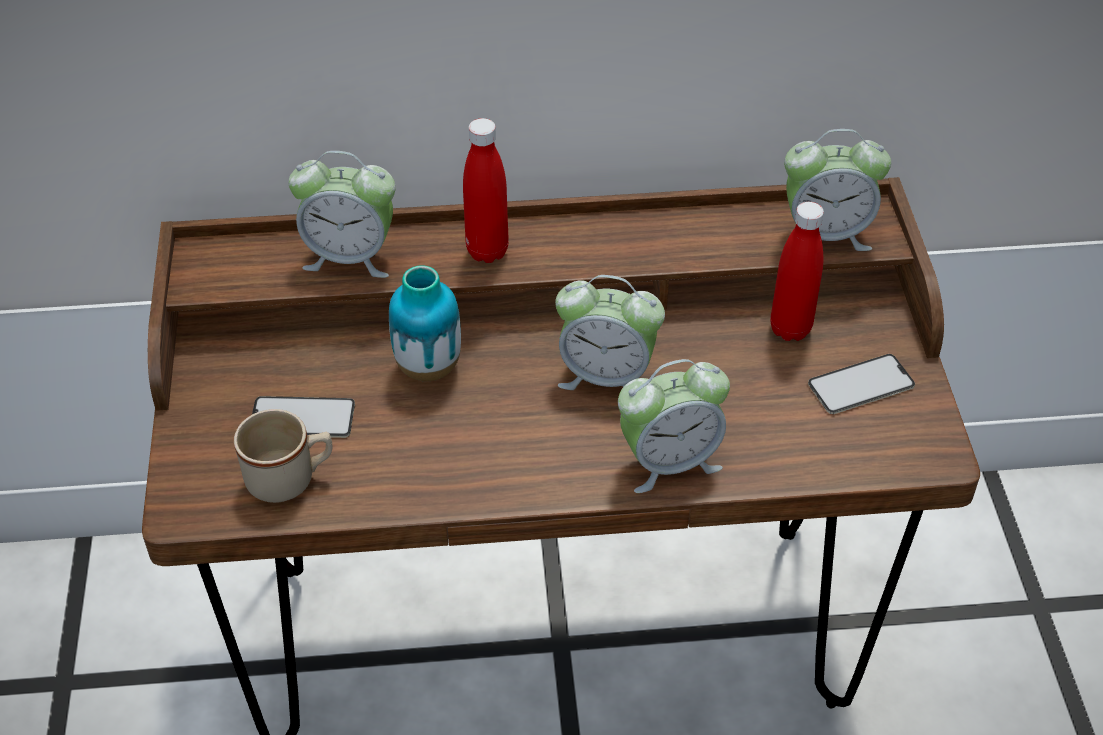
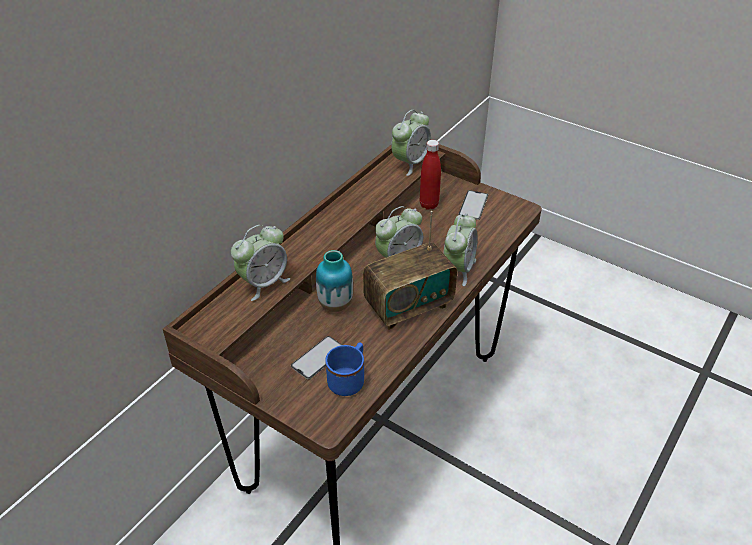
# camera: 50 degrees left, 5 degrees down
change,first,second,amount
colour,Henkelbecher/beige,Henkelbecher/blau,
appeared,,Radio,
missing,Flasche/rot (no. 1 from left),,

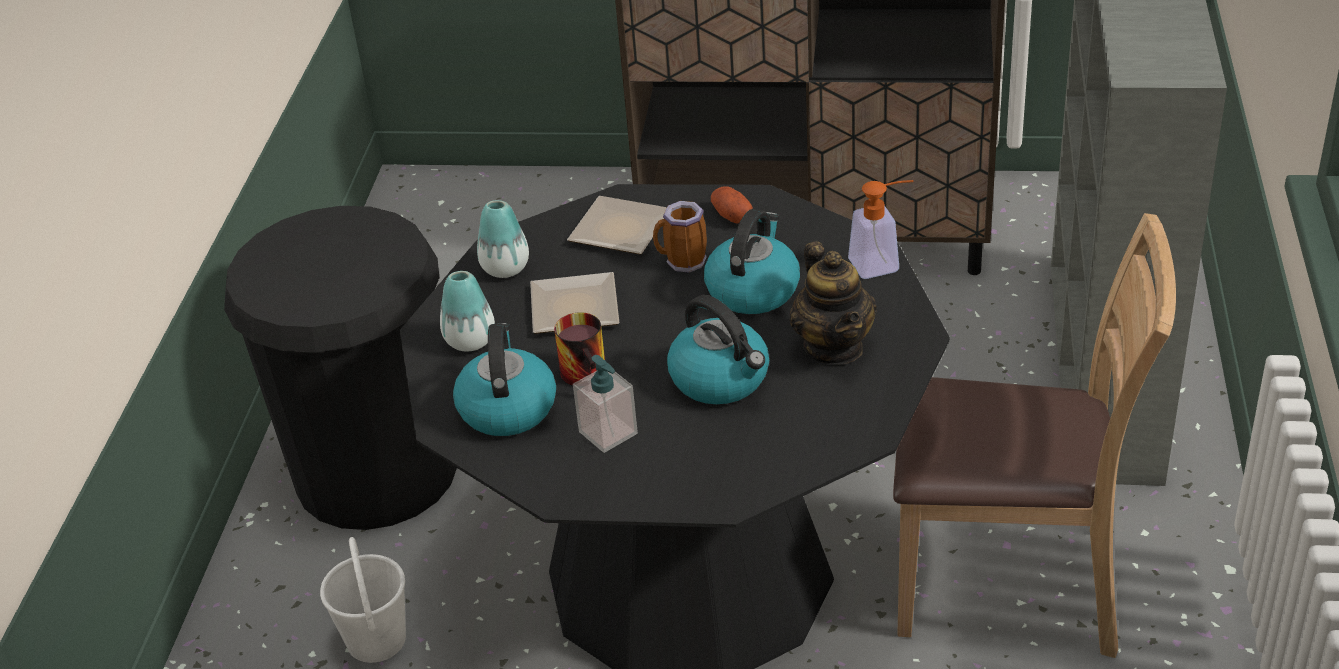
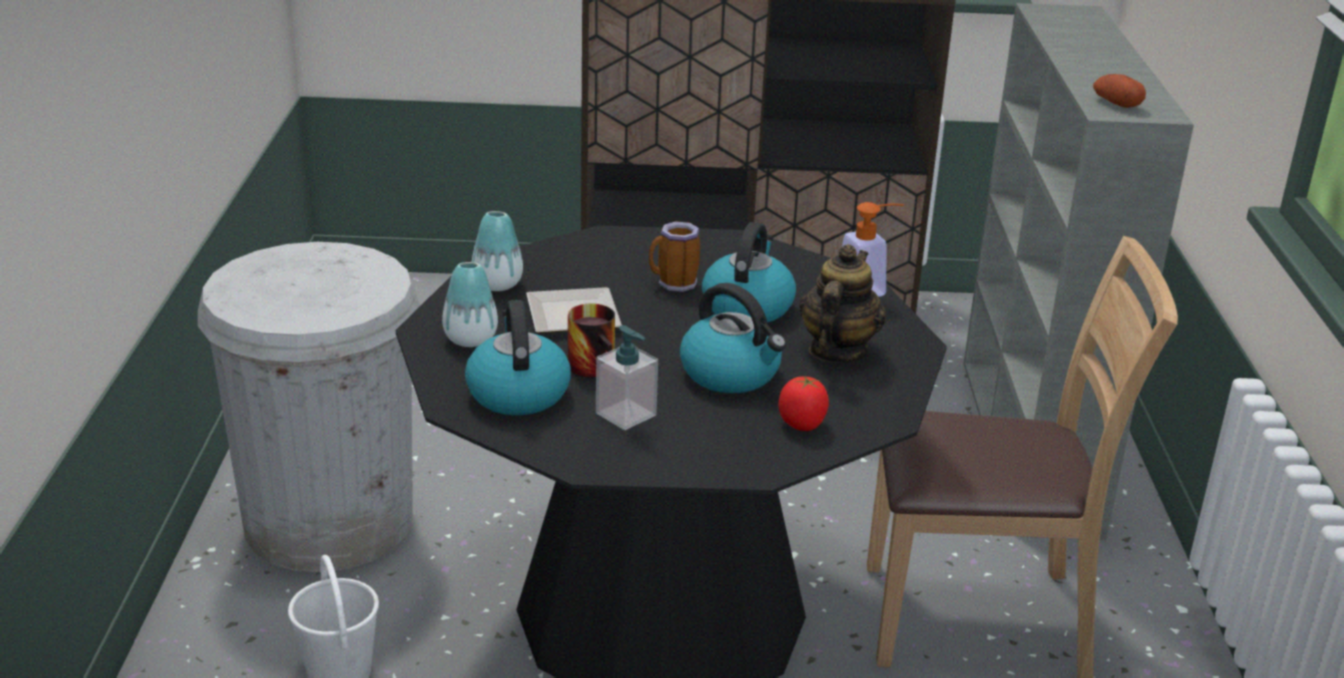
# camera: 10 degrees left, 10 degrees down
change,first,second,amount
colour,Mülleimer/schwarz,Mülleimer/weiß,
appeared,,Tomate,
spun,Teekanne,,135 degrees counterclockwise
relocated,Kartoffel,,
missing,Teller (no. 2 from left),,

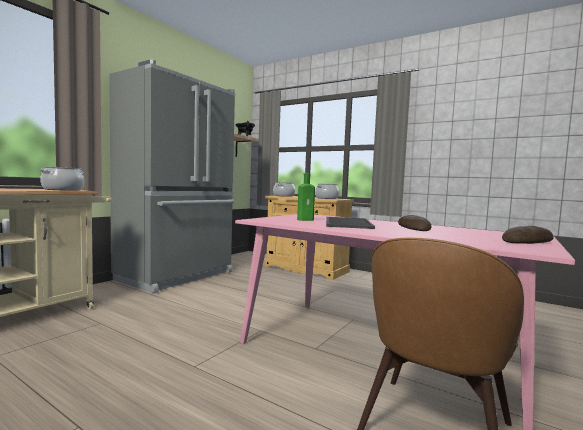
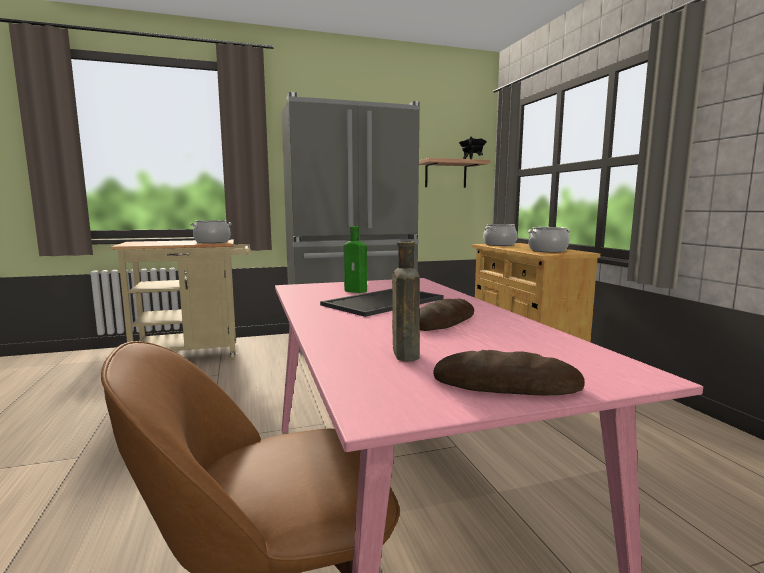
# camera: 40 degrees right, 5 degrees up
change,first,second,amount
appeared,,Flasche/braun,

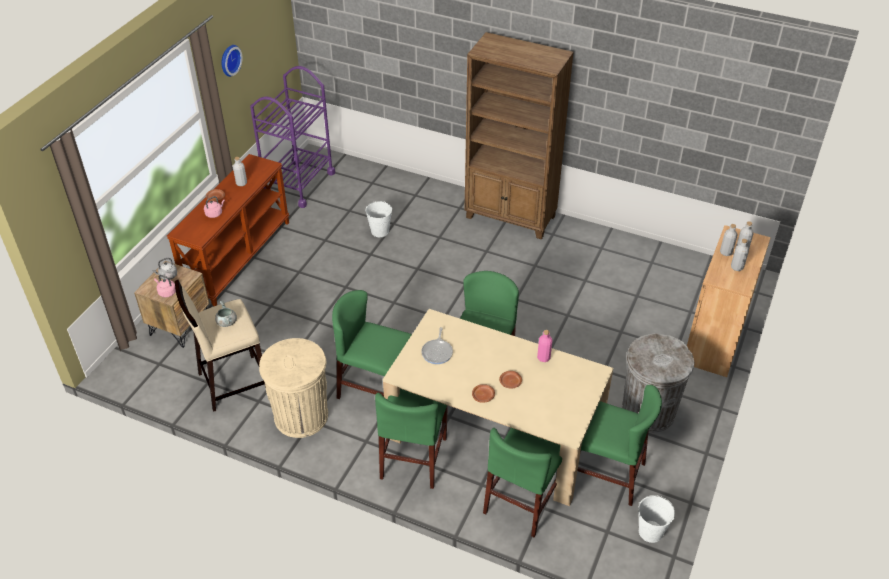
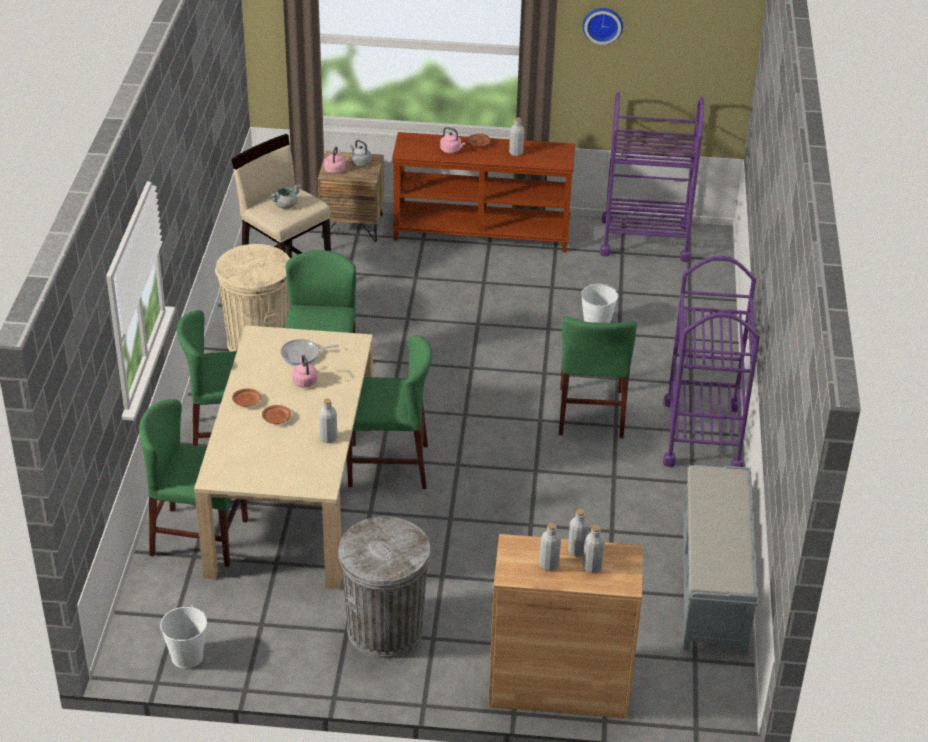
# camera: 70 degrees right, 5 degrees down
change,first,second,amount
appeared,,Wasserkessel/rosa (no. 1 from left),
colour,Flasche/rosa,Flasche/grau (no. 1 from left),
relocated,Stuhl/grün (no. 5 from left),,
exchanged,Bücherregal/braun,Rollwagen/lila (no. 2 from left),
appeared,,Bank/grau,

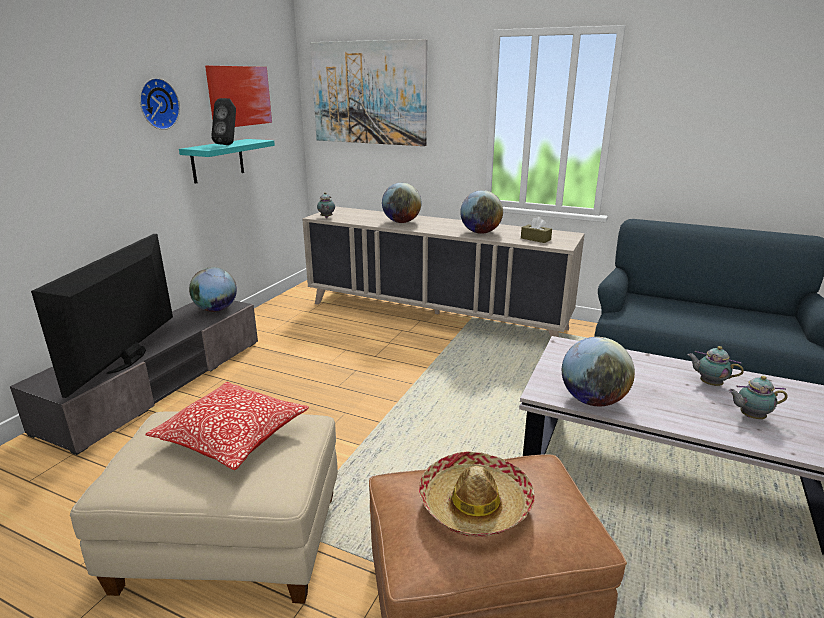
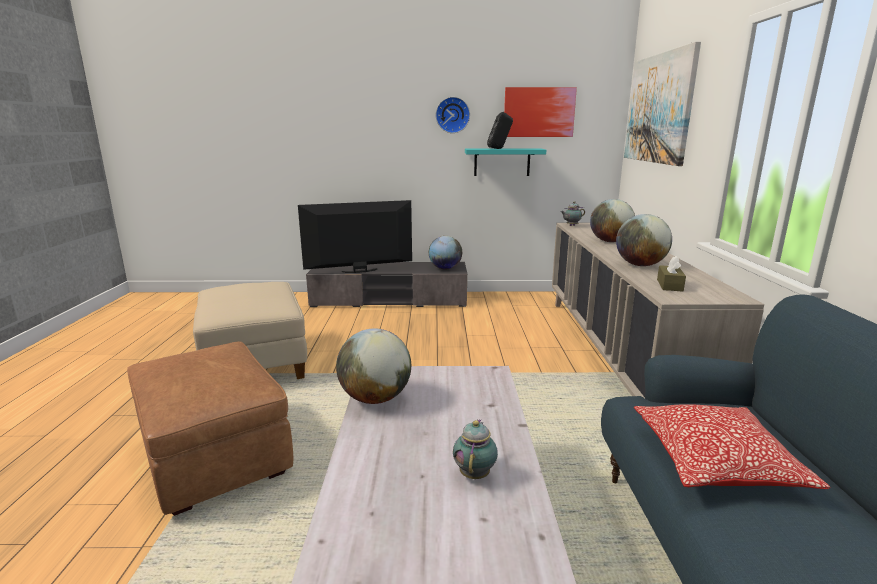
# camera: 65 degrees right, 5 degrees down
change,first,second,amount
relocated,Kissen,,
missing,Hut,,
missing,Teekanne (no. 3 from left),,

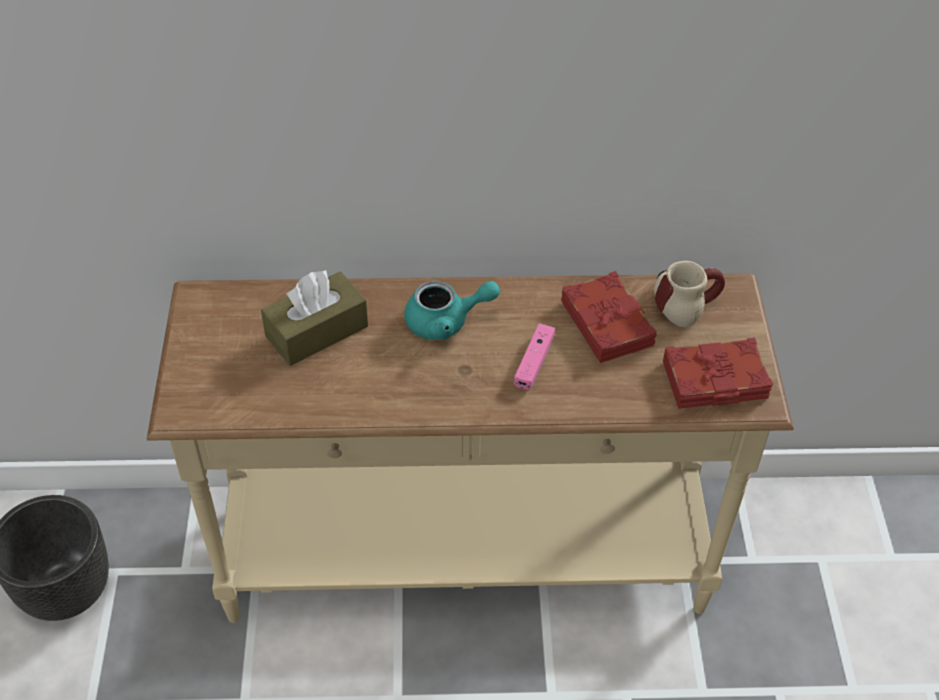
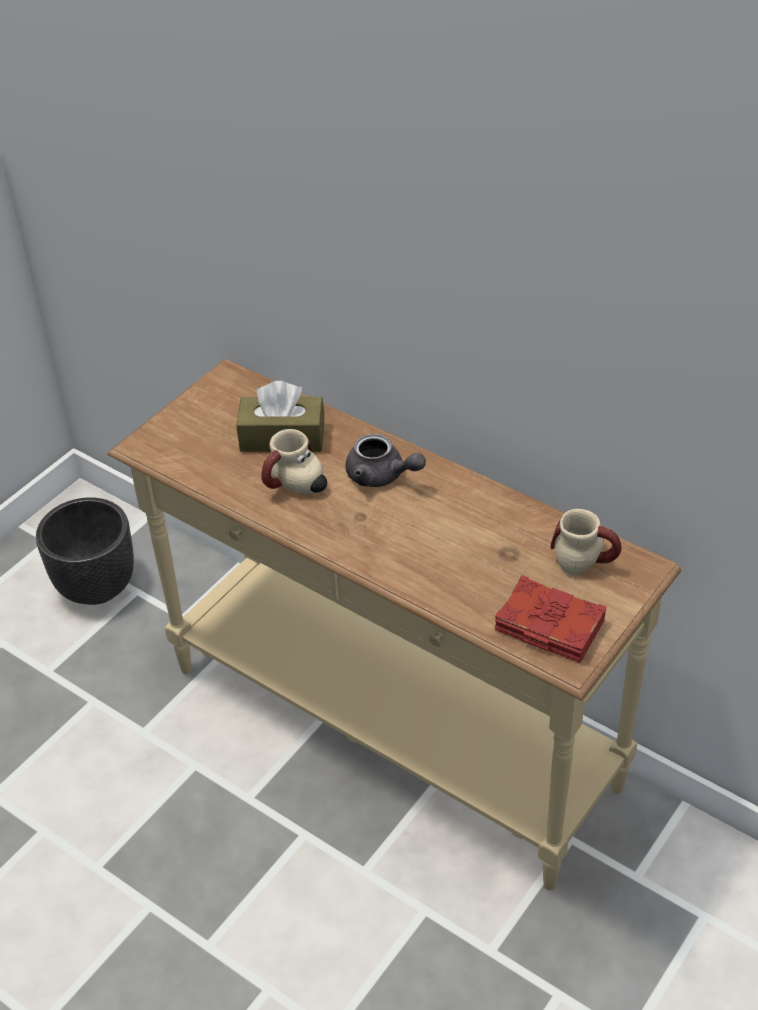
# camera: 40 degrees right, 5 degrees down
change,first,second,amount
appeared,,Henkelbecher (no. 1 from left),
colour,Teekanne/türkis,Teekanne/grau,
missing,Gamepad/rosa,,
missing,Buch/rot (no. 1 from left),,

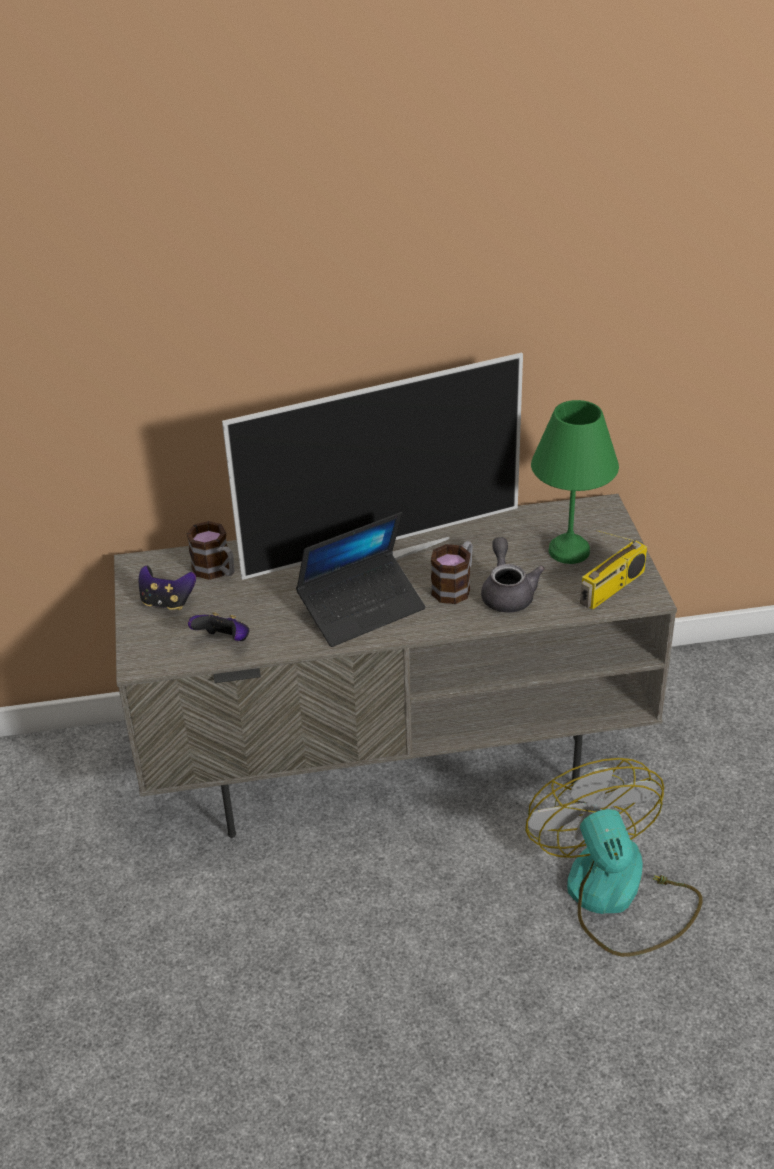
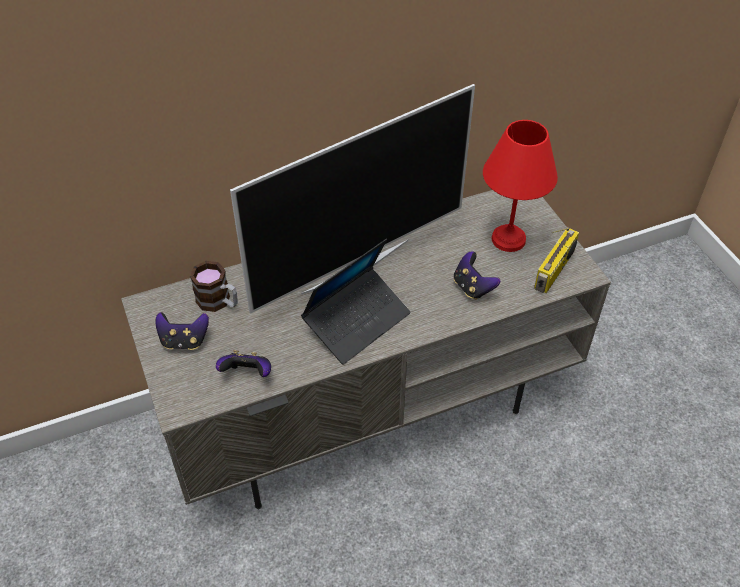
# camera: 15 degrees left, 10 degrees up
change,first,second,amount
exchanged,Teekanne/grau,Gamepad (no. 3 from left),
colour,Tischlampe/grün,Tischlampe/rot,
missing,Henkelbecher (no. 2 from left),,
missing,Ventilator,,

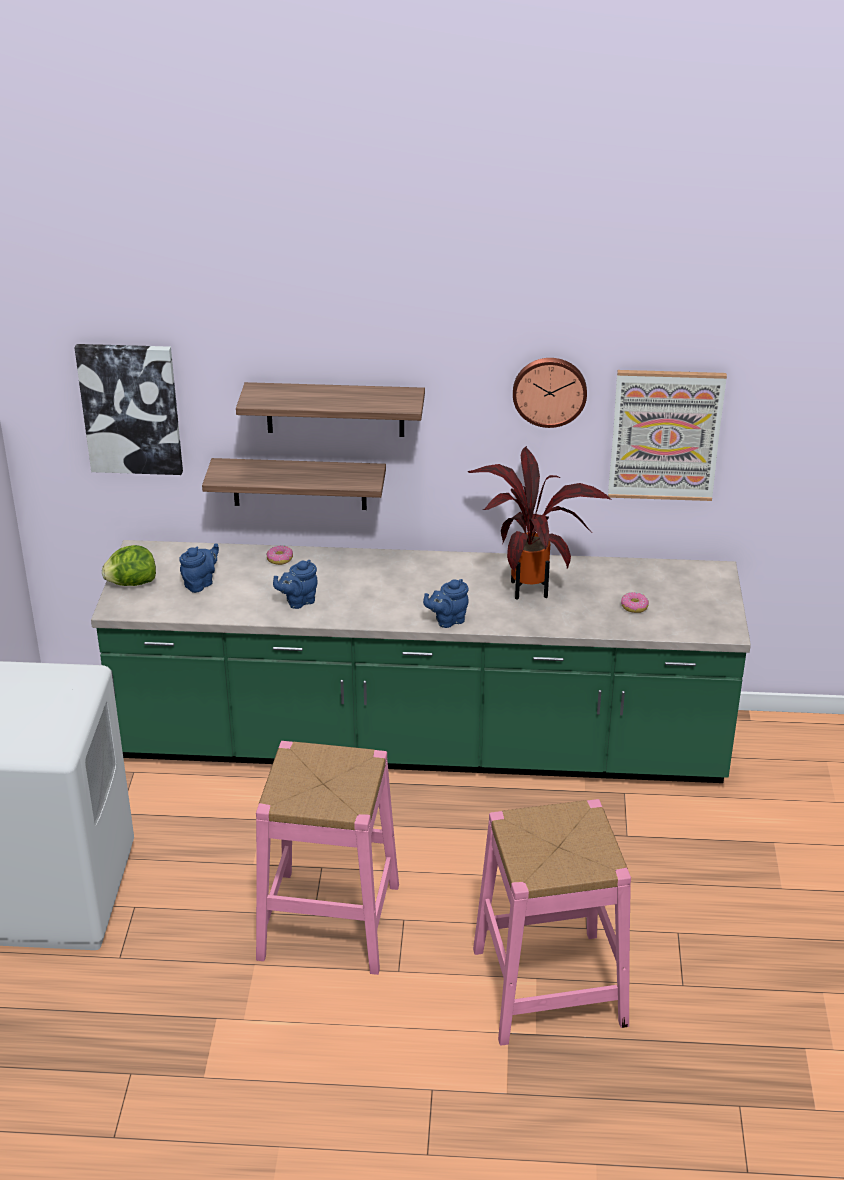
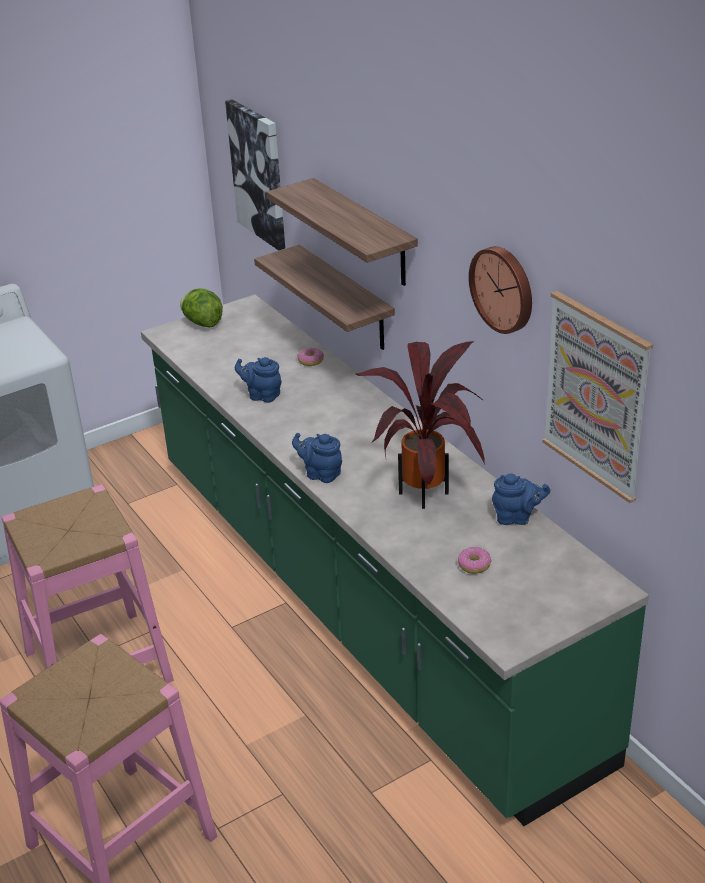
# camera: 55 degrees right, 0 degrees up
change,first,second,amount
relocated,Teekanne/blau (no. 1 from left in the first image),Teekanne/blau (no. 3 from left),

